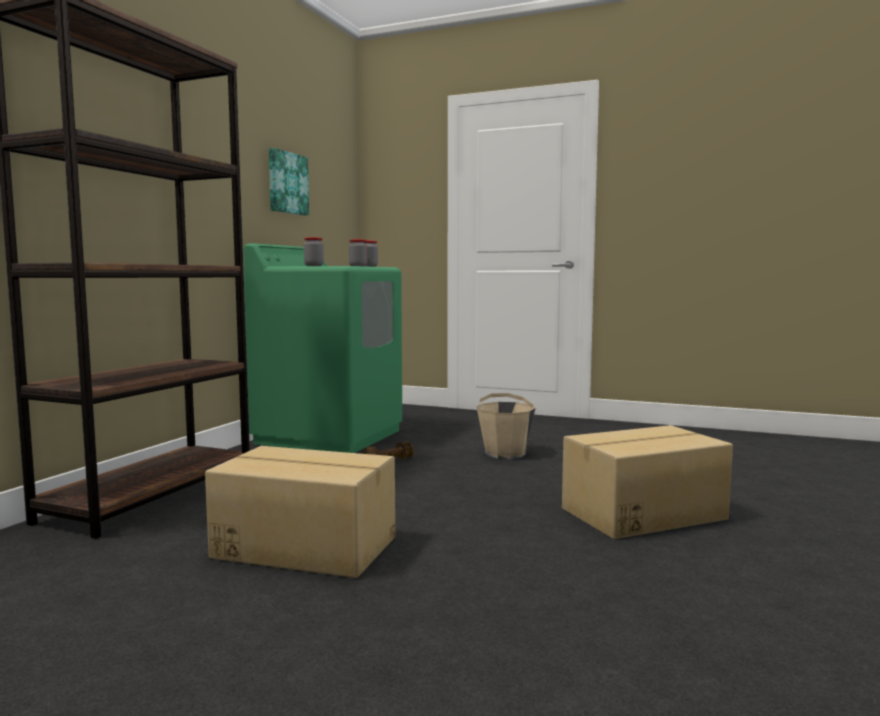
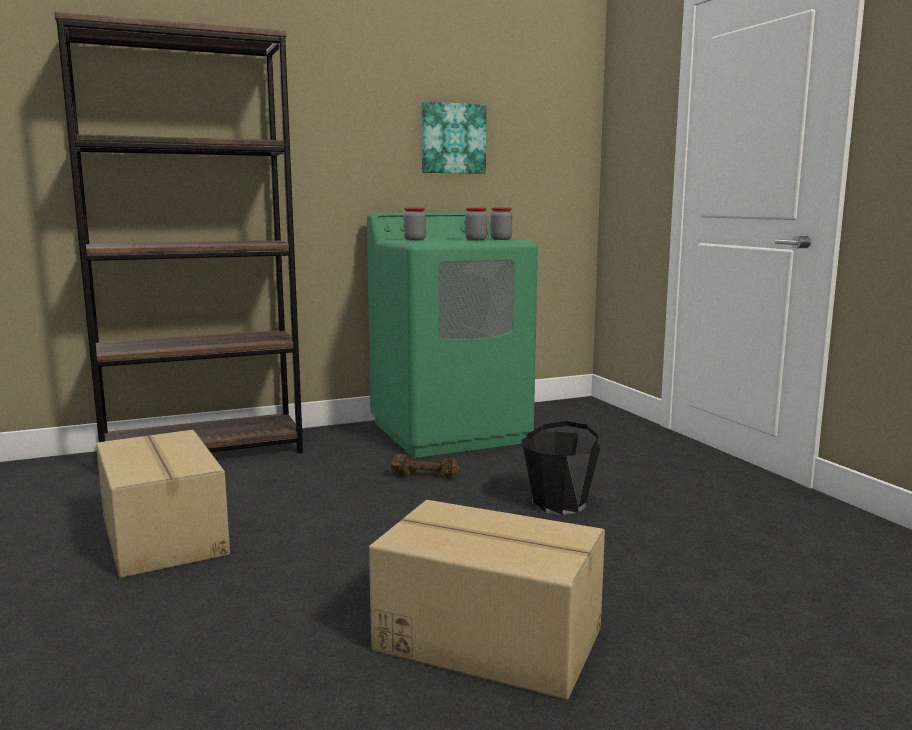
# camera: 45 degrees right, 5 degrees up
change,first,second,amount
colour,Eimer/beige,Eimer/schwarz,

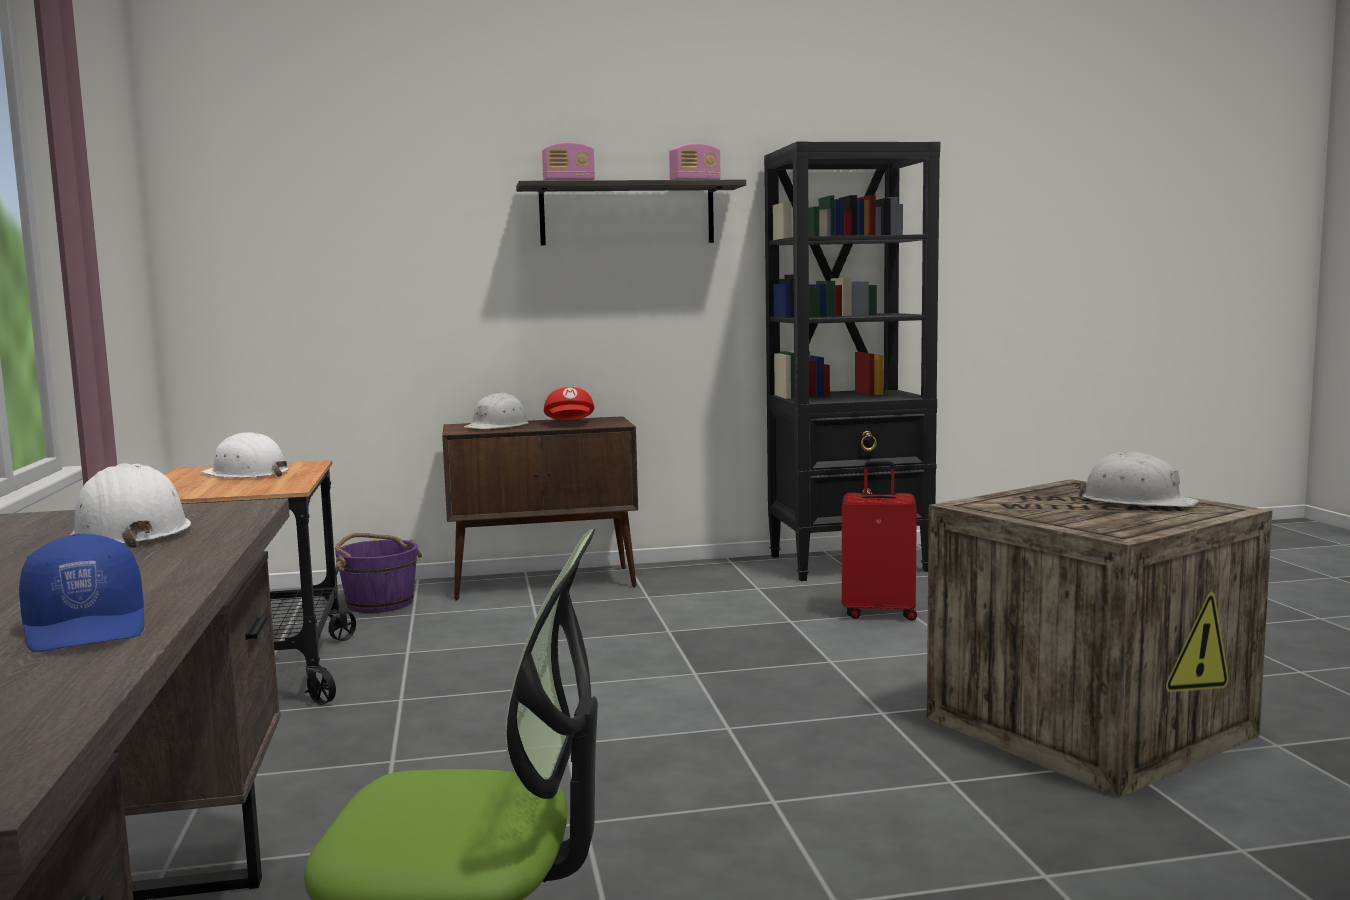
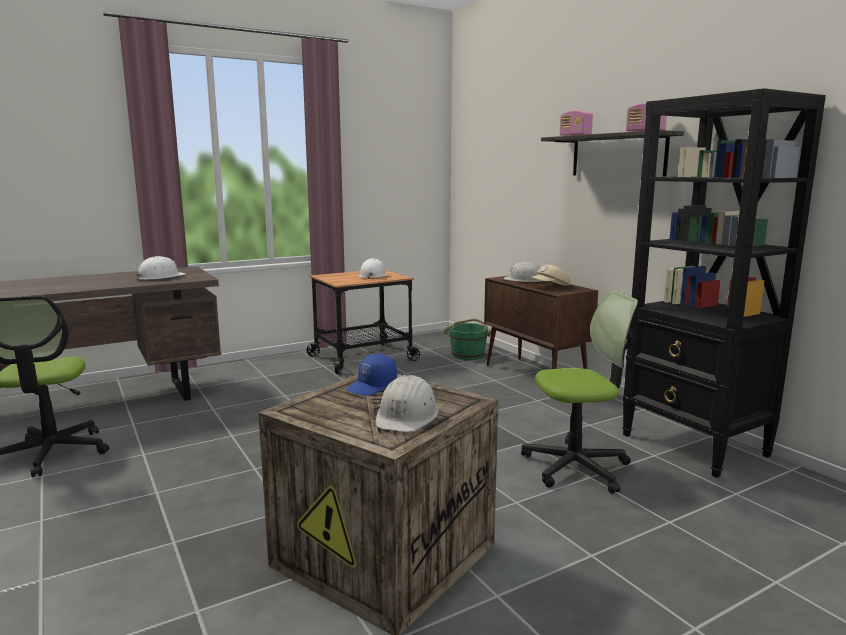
# camera: 70 degrees right, 5 degrees up
change,first,second,amount
relocated,Kappe/blau,,
colour,Eimer/lila,Eimer/grün,
exchanged,Koffer/rot,Bürostuhl (no. 2 from left),
colour,Kappe/rot,Kappe/beige,

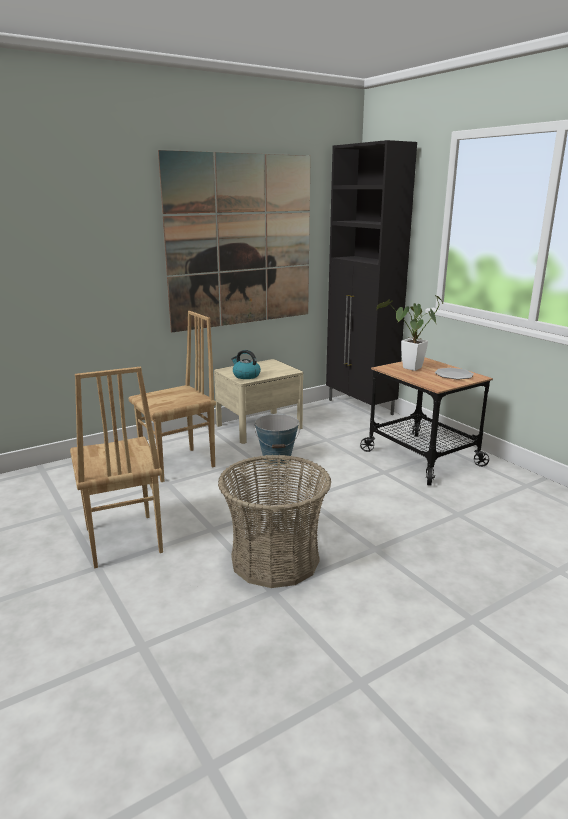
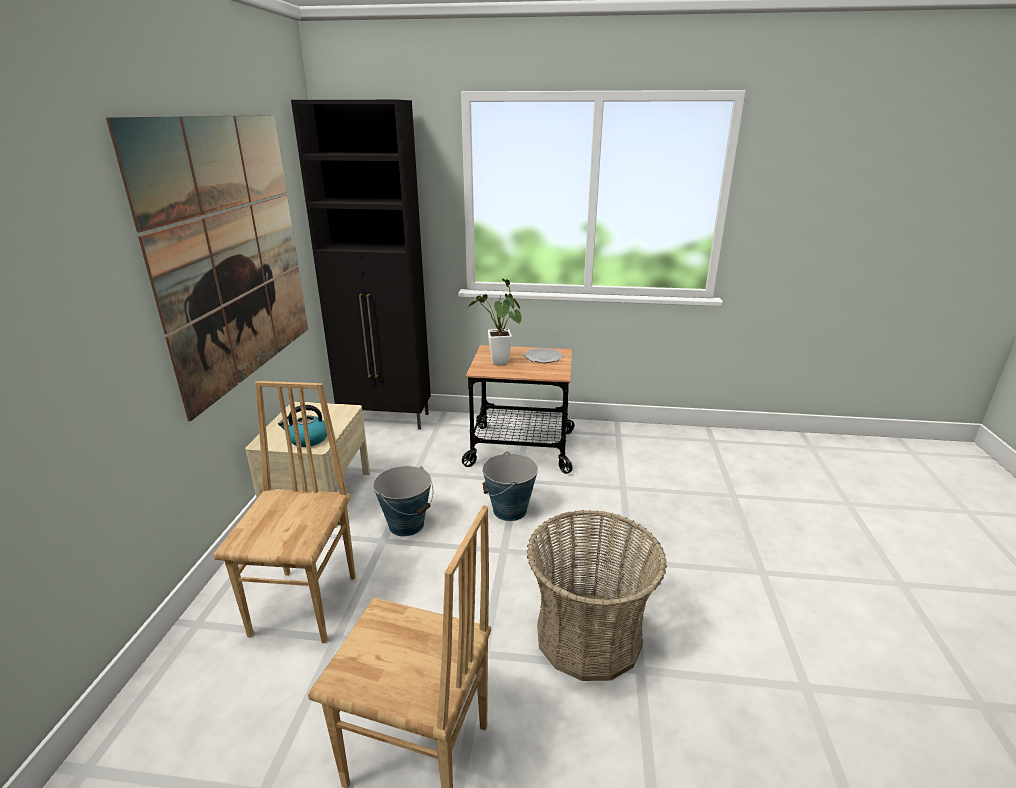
# camera: 50 degrees left, 5 degrees up
change,first,second,amount
appeared,,Eimer (no. 2 from left),

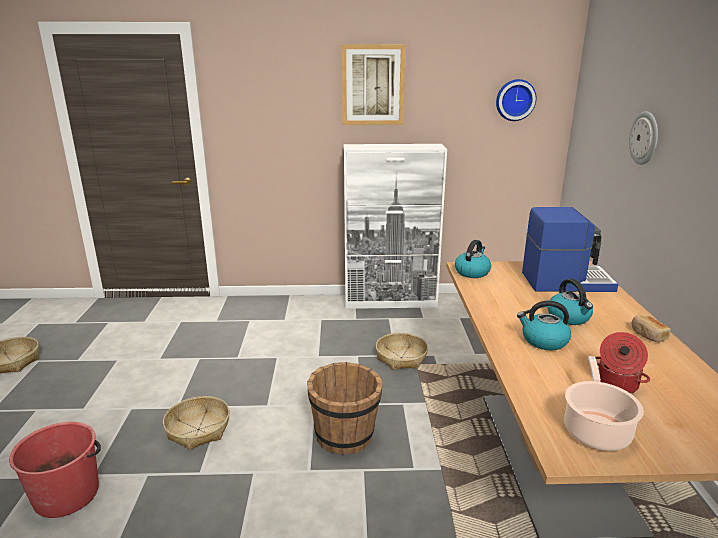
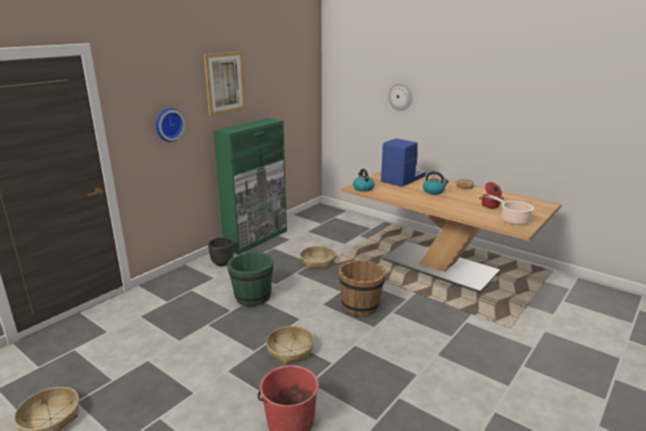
# camera: 50 degrees left, 0 degrees up
change,first,second,amount
relocated,Wanduhr (no. 1 from left),,
appeared,,Pflanzkübel/schwarz,
colour,Schrank/weiß,Schrank/grün,
appeared,,Eimer/grün,
missing,Wasserkessel (no. 2 from left),,

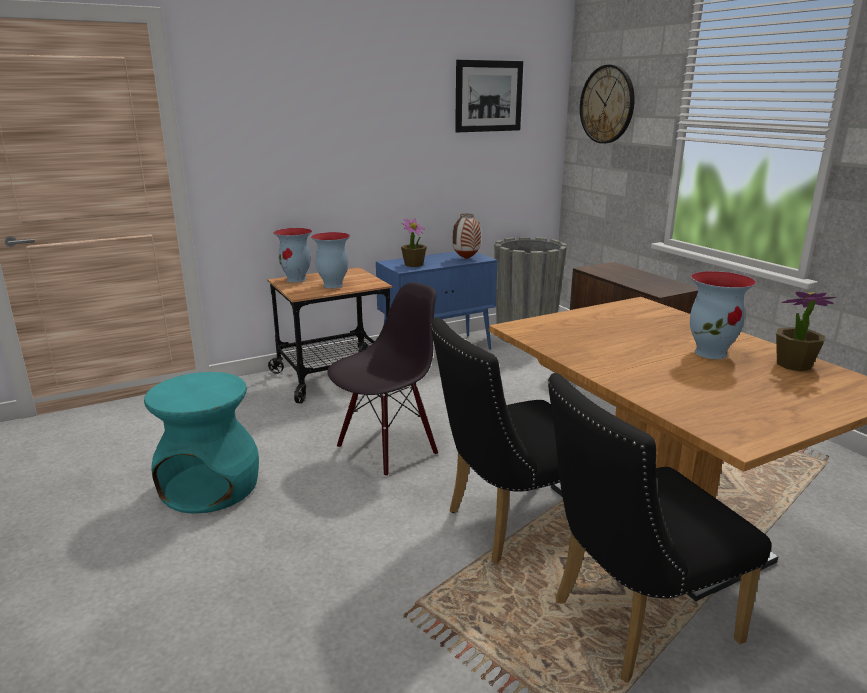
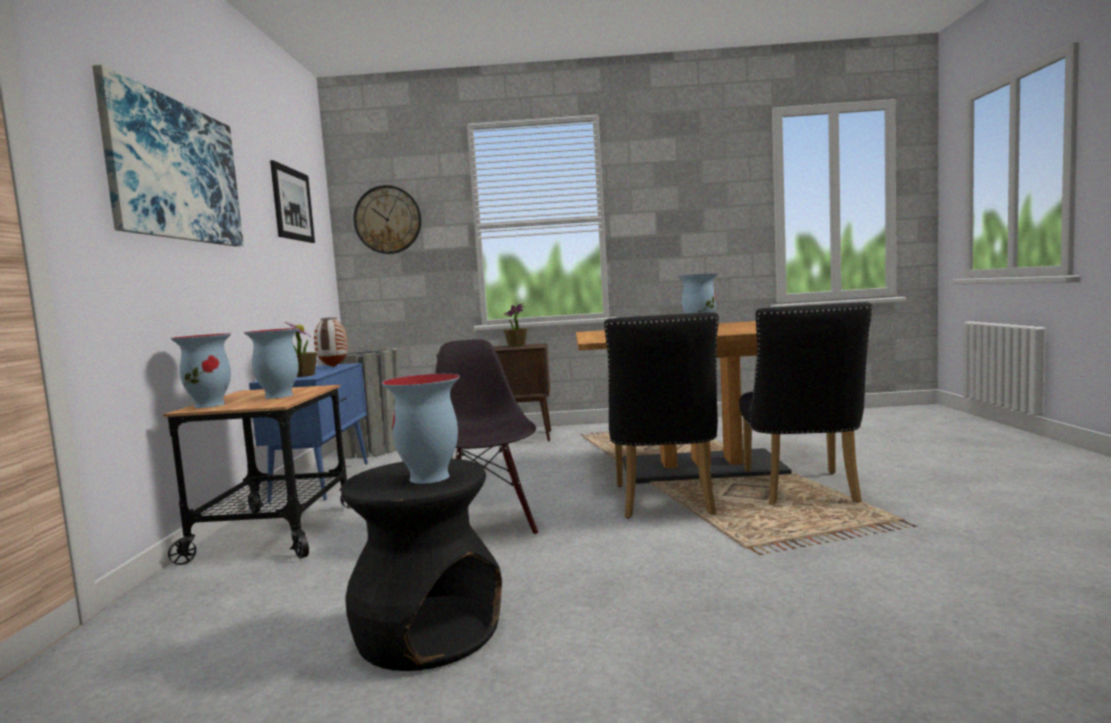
# camera: 60 degrees left, 15 degrees down
change,first,second,amount
appeared,,Bild (no. 1 from left),
colour,Hocker/türkis,Hocker/schwarz,
appeared,,Vase (no. 4 from left),
relocated,Topfpflanze (no. 2 from left),,

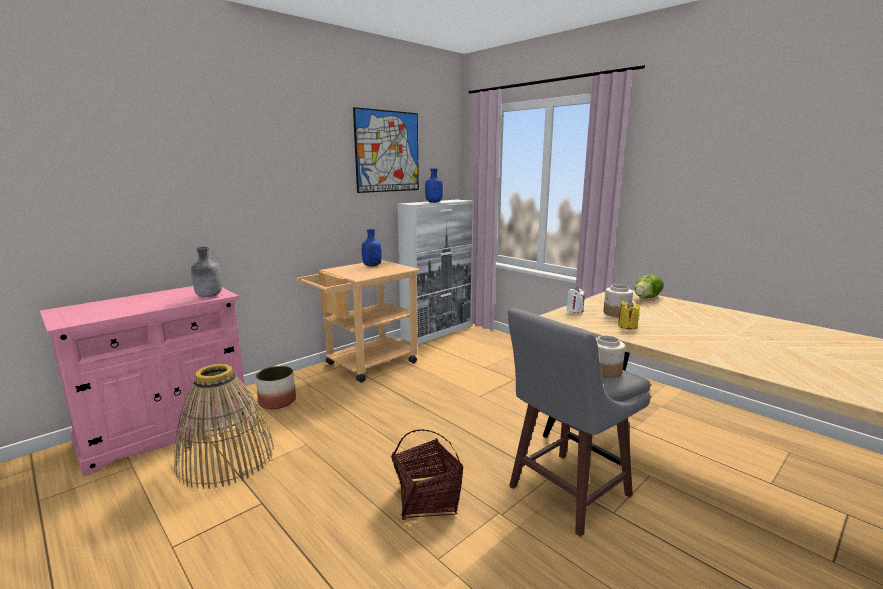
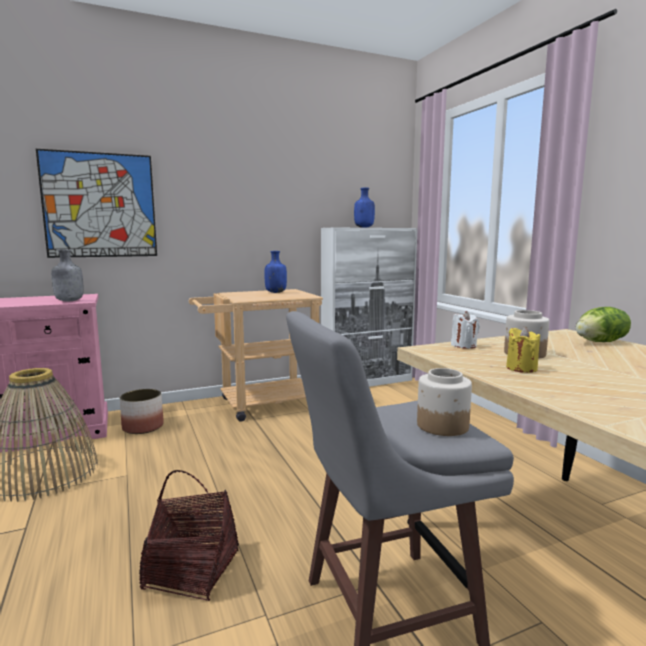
# camera: 20 degrees right, 5 degrees down
change,first,second,amount
relocated,Bild,,

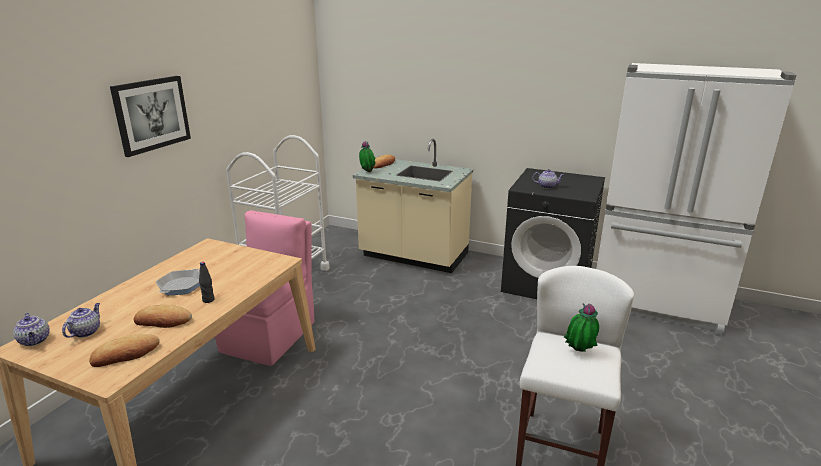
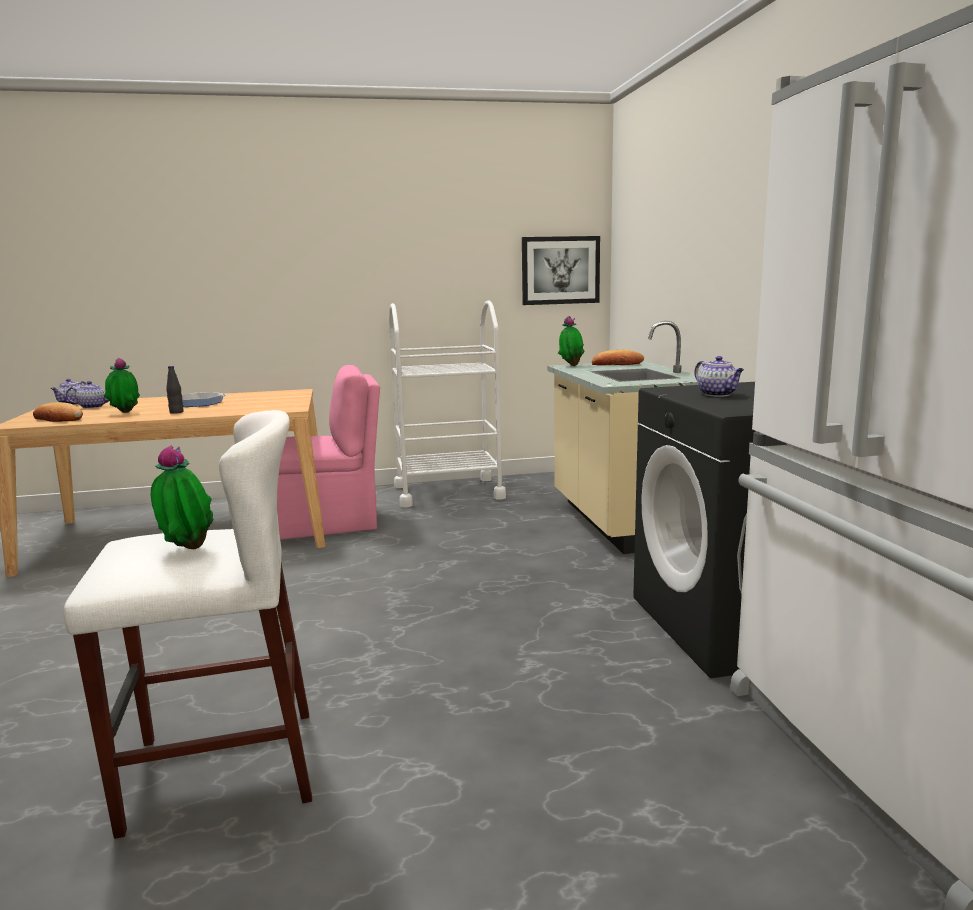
# camera: 55 degrees right, 10 degrees down
change,first,second,amount
exchanged,Brot (no. 2 from left),Topfpflanze (no. 1 from left),
relocated,Bild,,

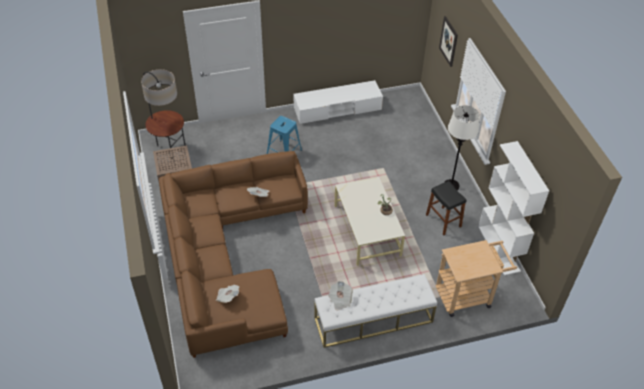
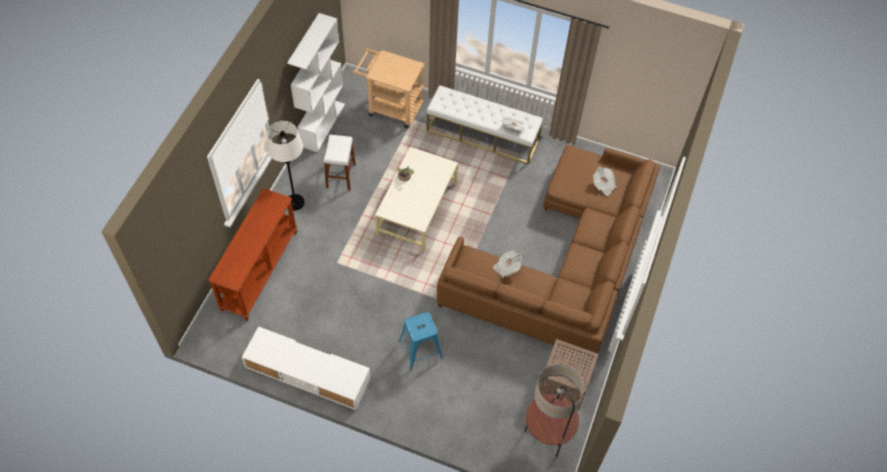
# camera: 145 degrees left, 10 degrees up
change,first,second,amount
appeared,,Konsolentisch/braun,
colour,Hocker/schwarz,Hocker/weiß,
missing,Bild,,

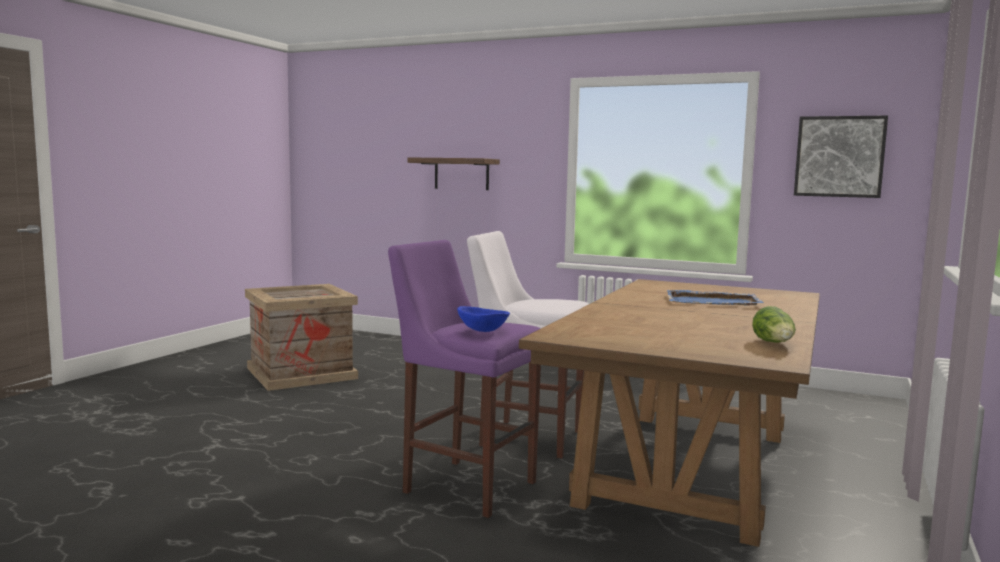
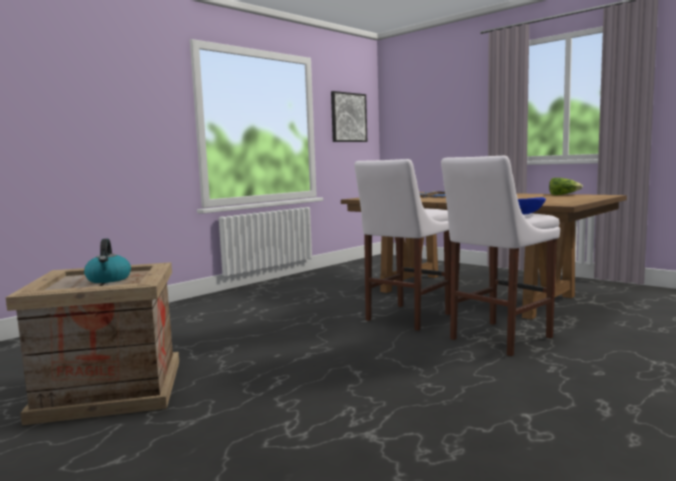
# camera: 70 degrees left, 0 degrees up
change,first,second,amount
appeared,,Wasserkessel,
colour,Hocker/lila,Hocker/weiß (no. 2 from left),
missing,Wandregal,,

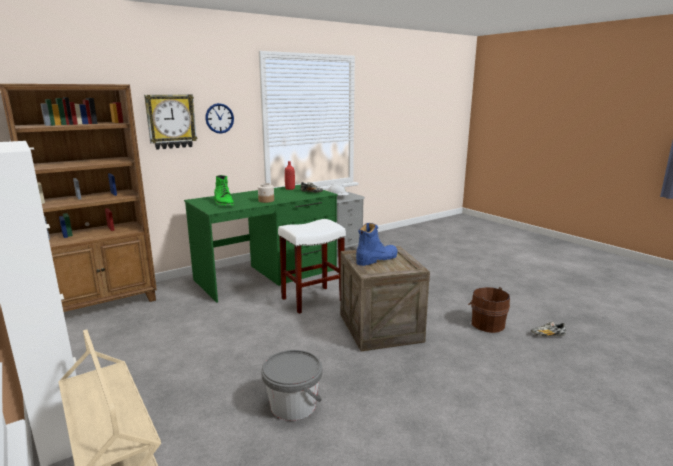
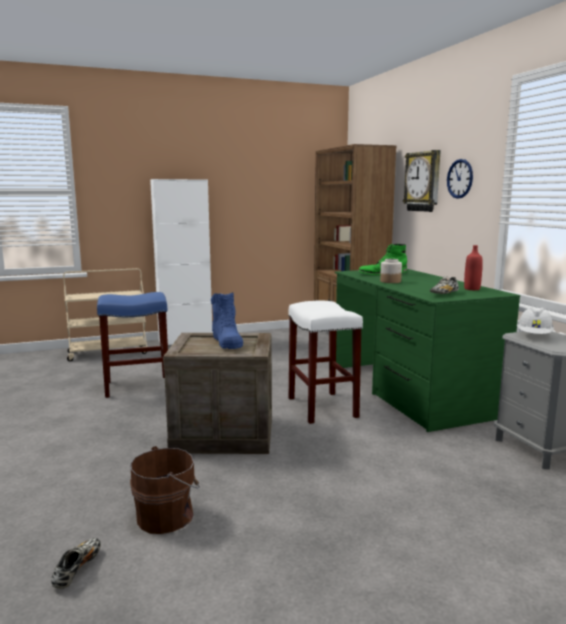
# camera: 105 degrees right, 5 degrees down
change,first,second,amount
exchanged,Eimer/grau,Hocker/blau,

